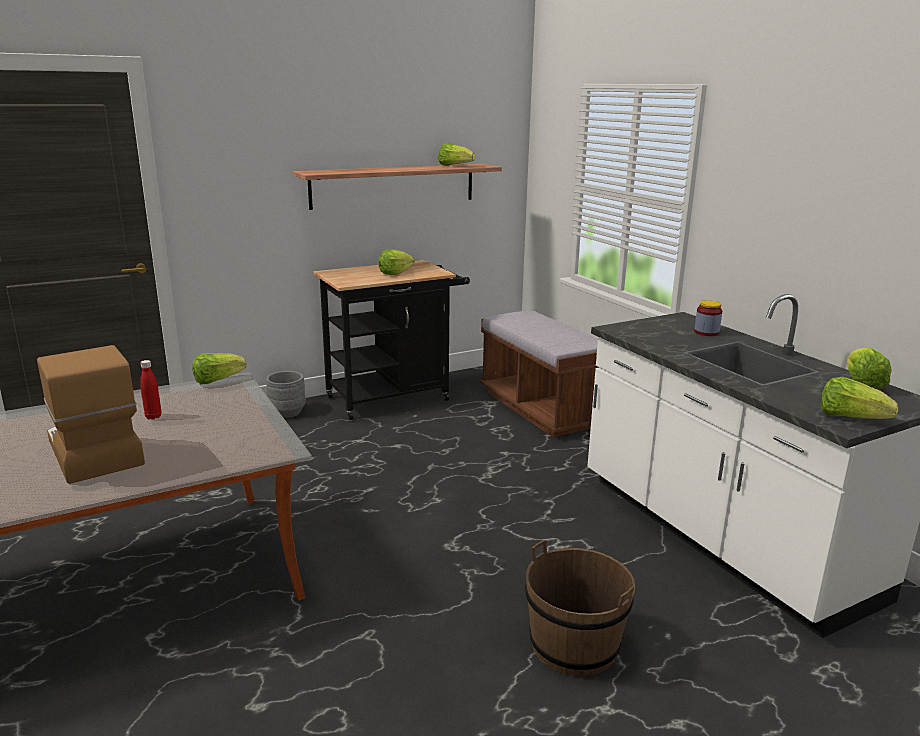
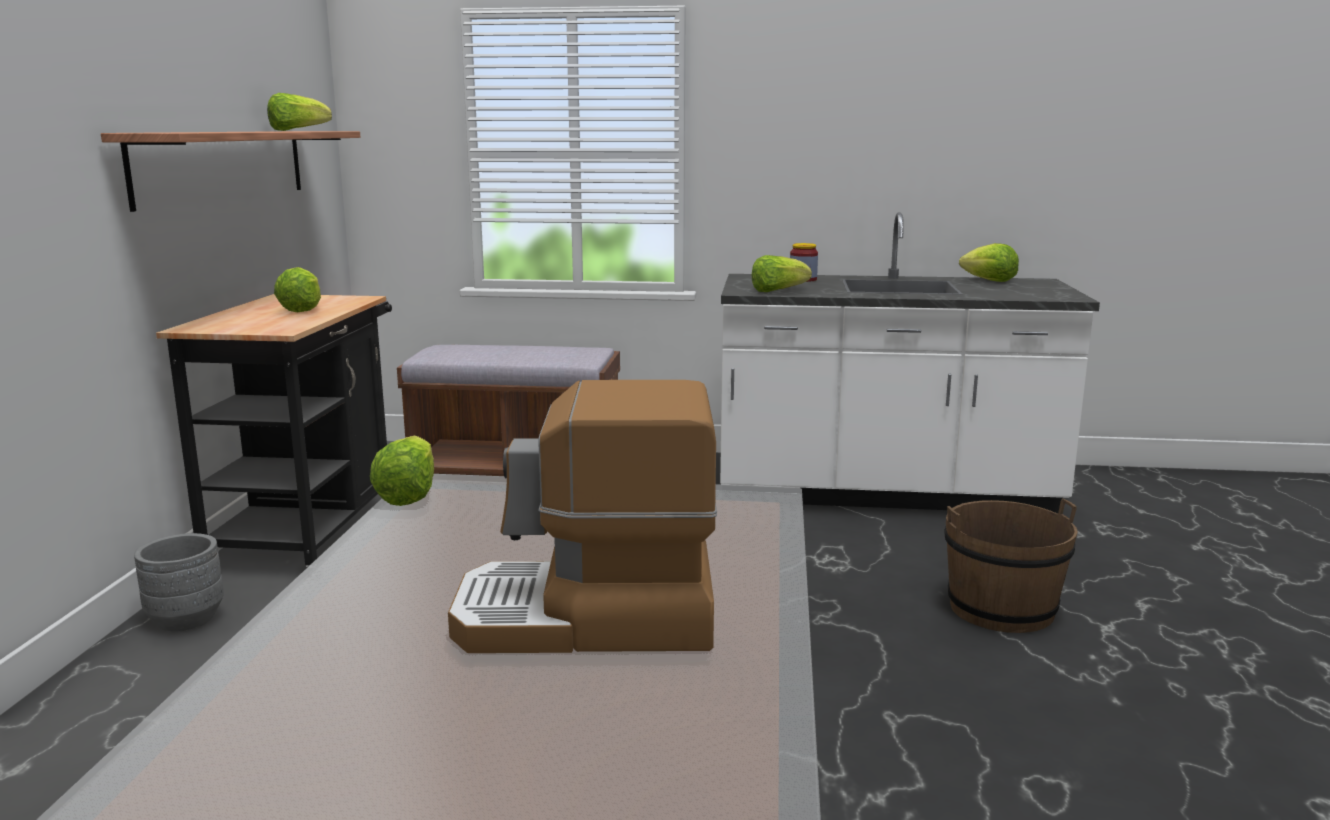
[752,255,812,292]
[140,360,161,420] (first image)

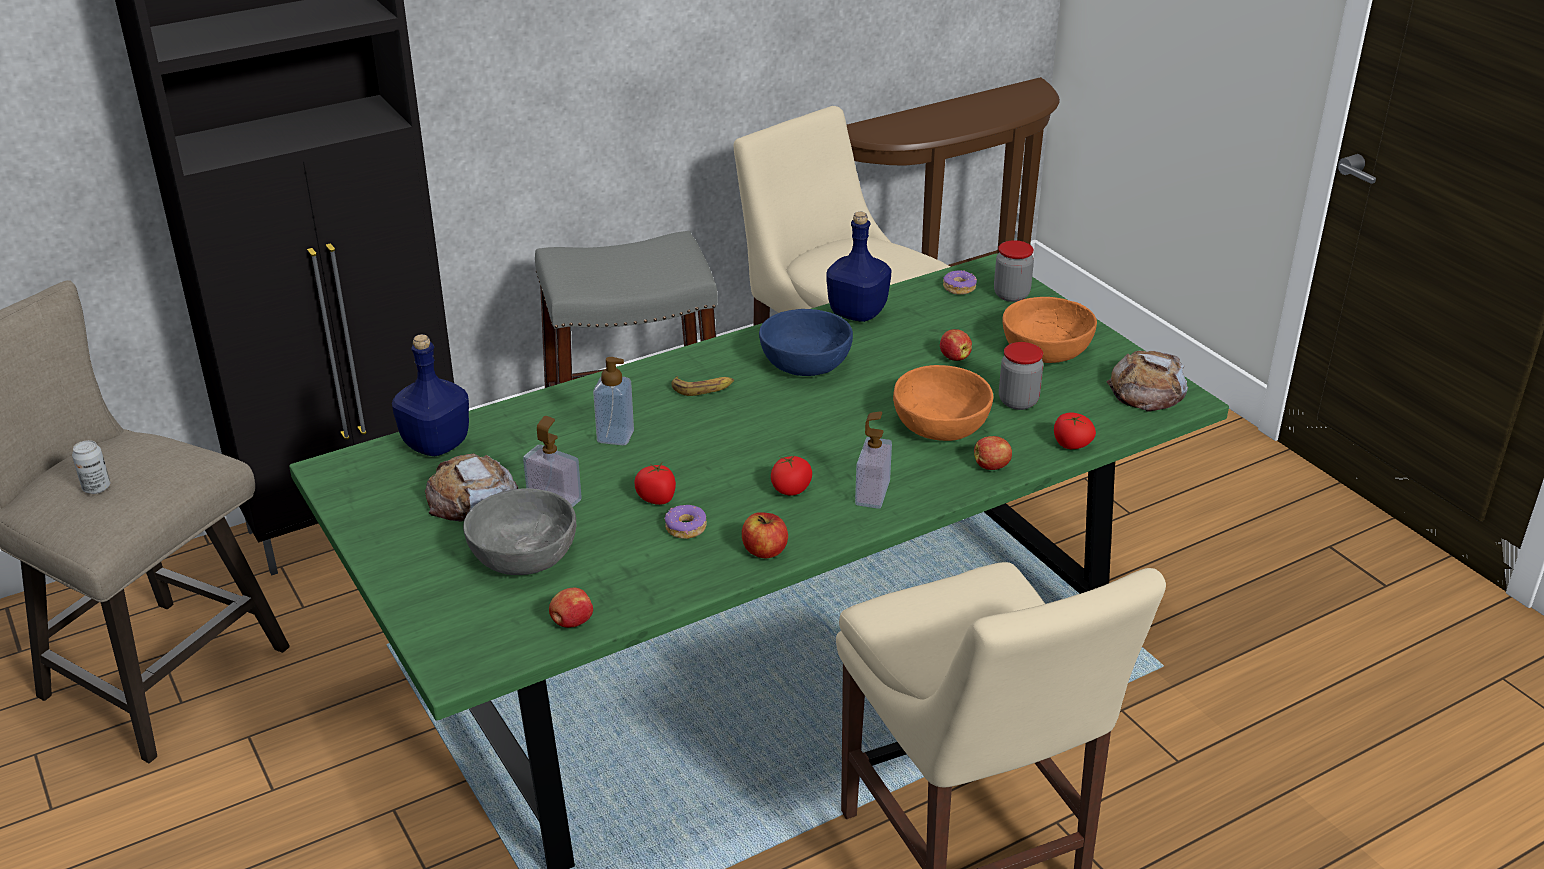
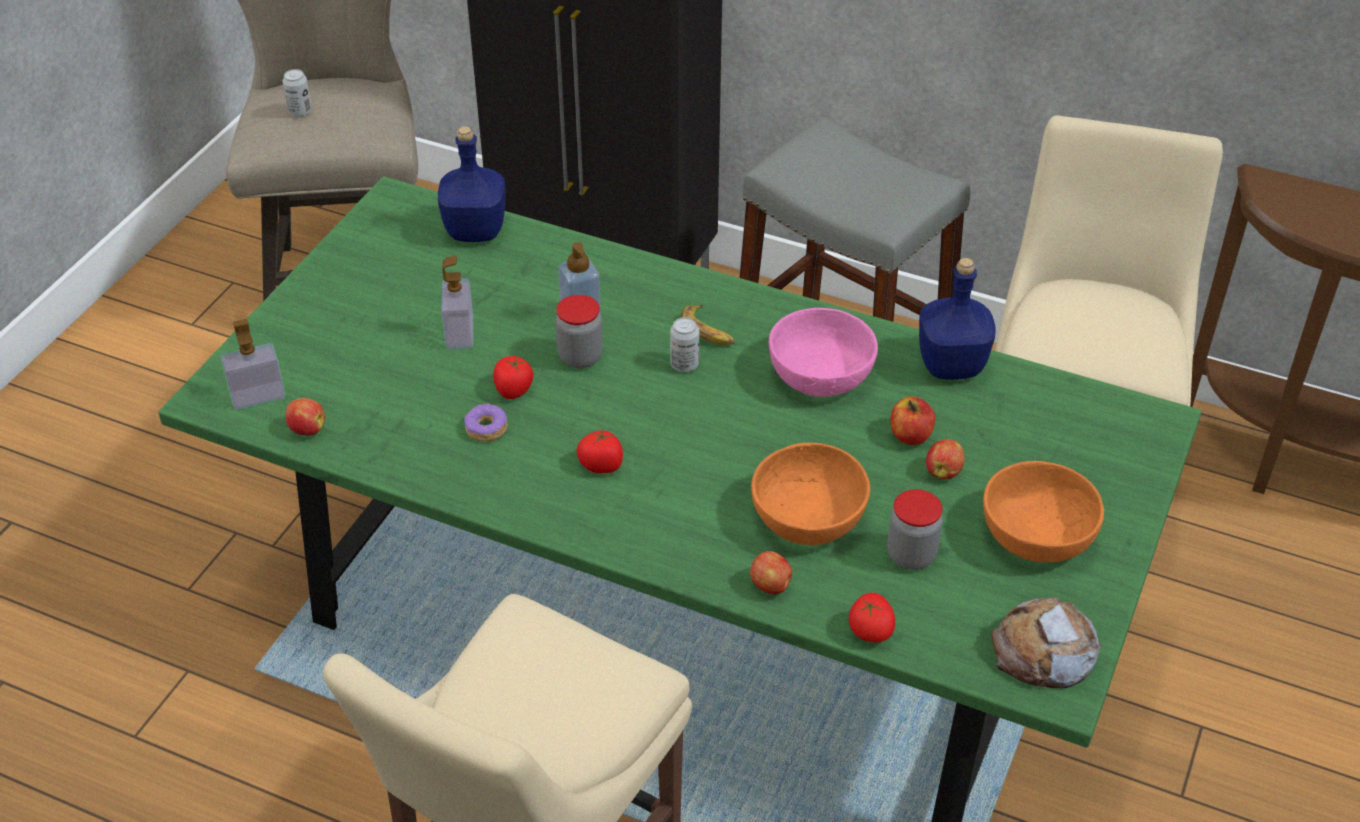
[221,319,285,410]
[555,295,603,368]
[670,317,699,372]
[769,308,878,397]
[891,396,935,445]
[425,453,518,521] (first image)
[463,488,576,575] (first image)
[943,270,977,295] (first image)

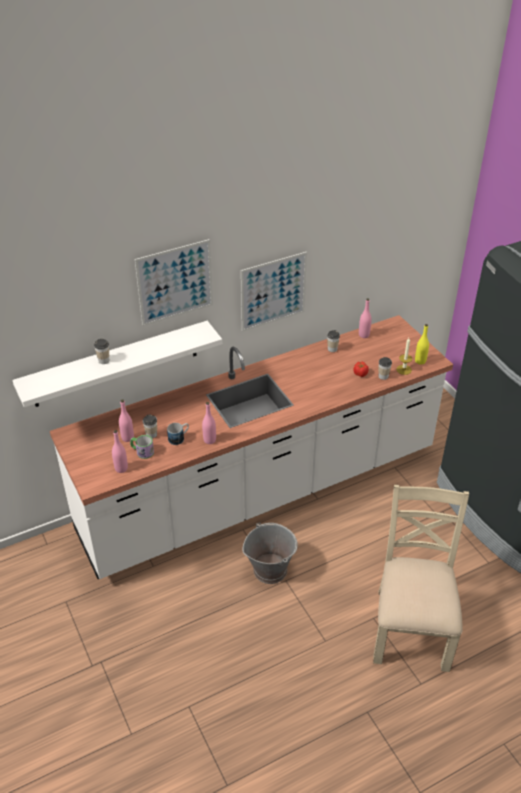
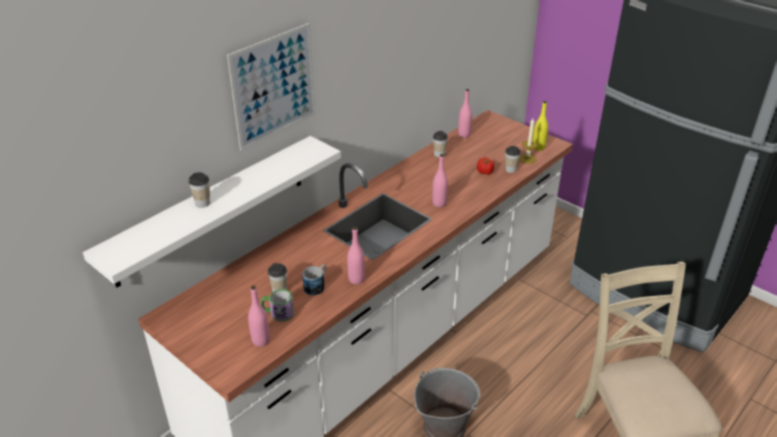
[432,154,448,207]
[241,252,307,332] (first image)

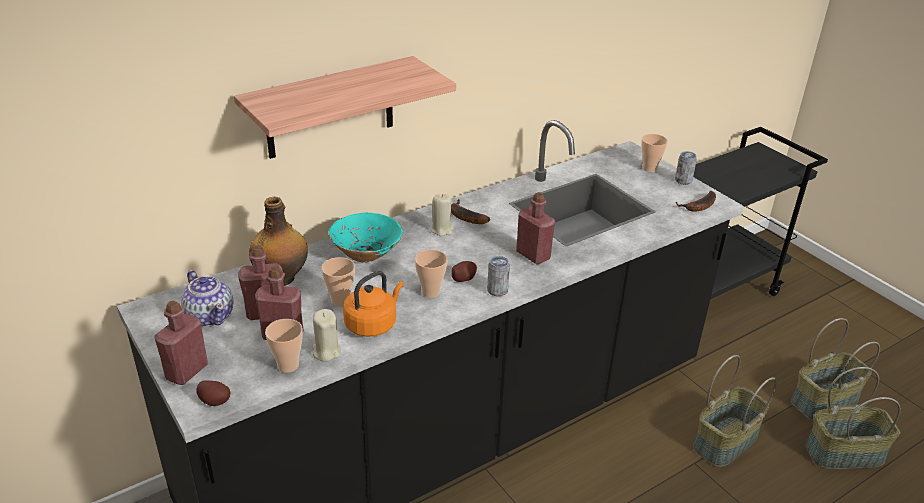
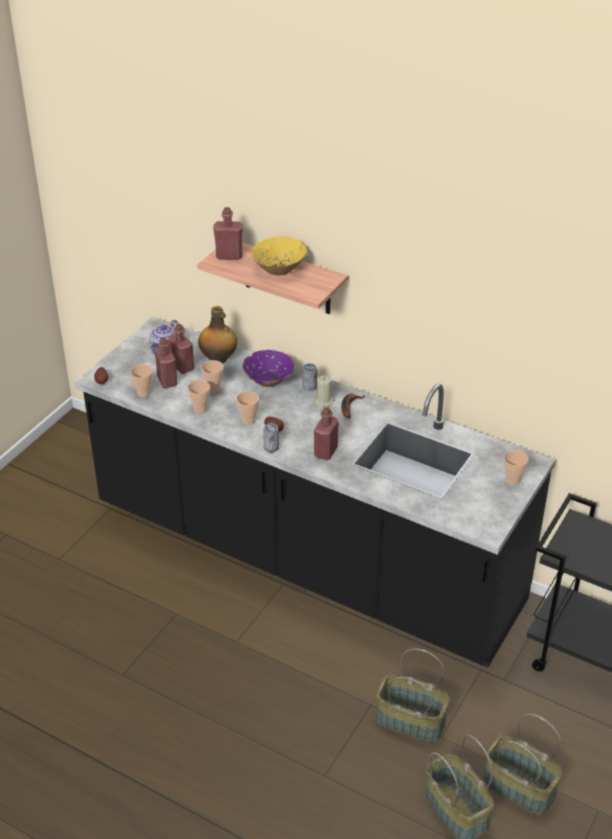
[187,380,210,414]
[213,207,243,260]
[242,350,294,387]
[252,237,308,275]
[303,363,317,391]
[312,309,341,362] (first image)
[676,191,716,212] (first image)

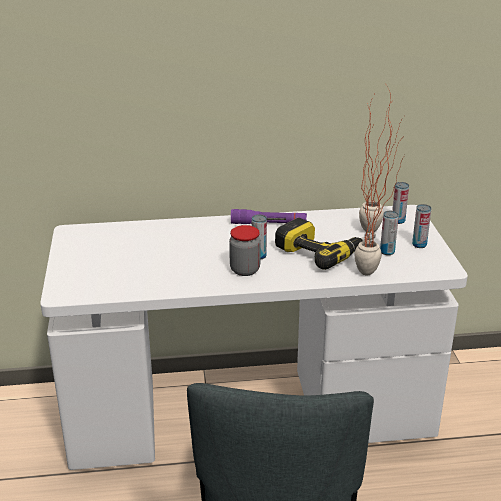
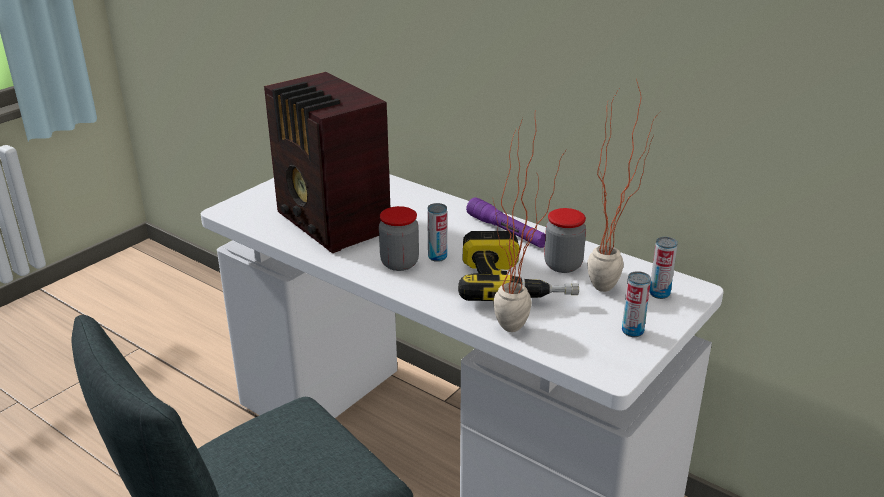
[264,72,390,253]
[544,208,586,273]
[380,211,399,255] (first image)

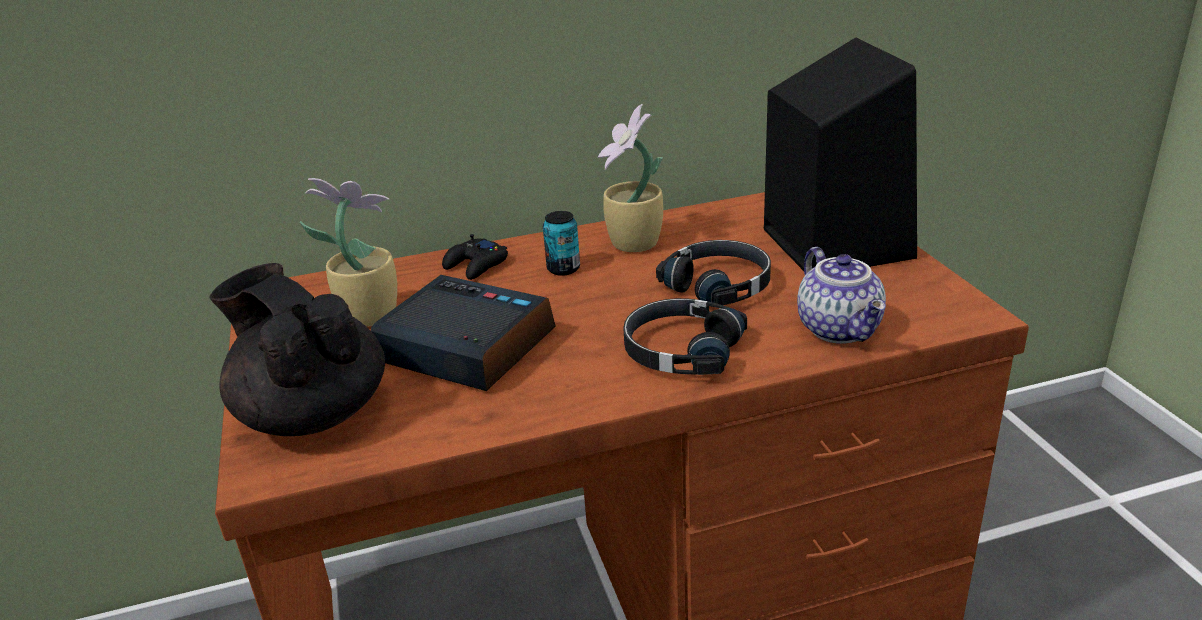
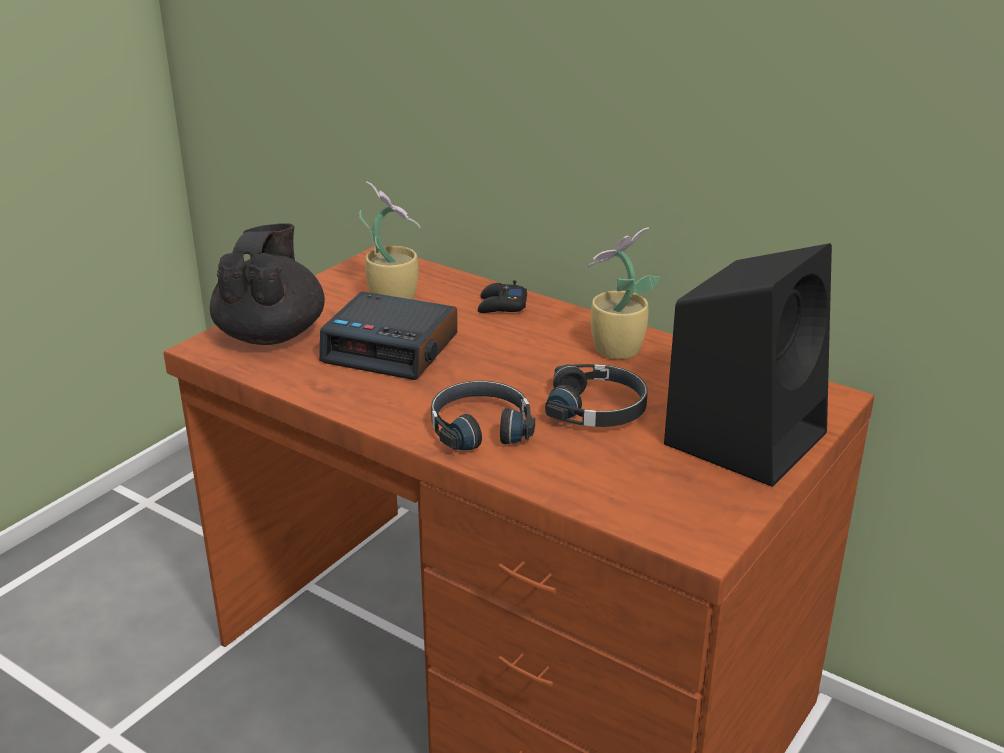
[319,291,457,380]
[543,211,580,276] (first image)
[797,247,886,344] (first image)

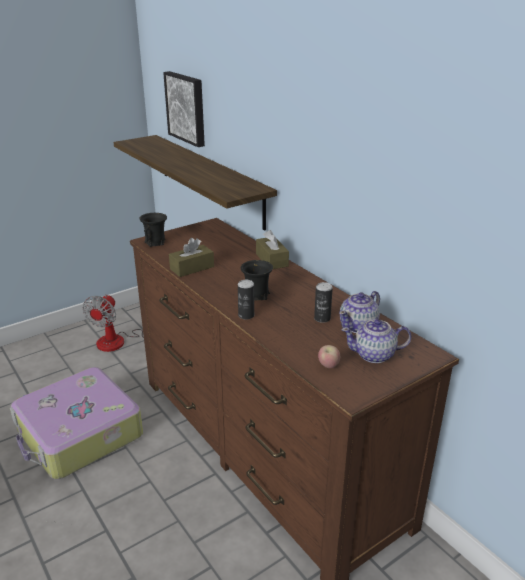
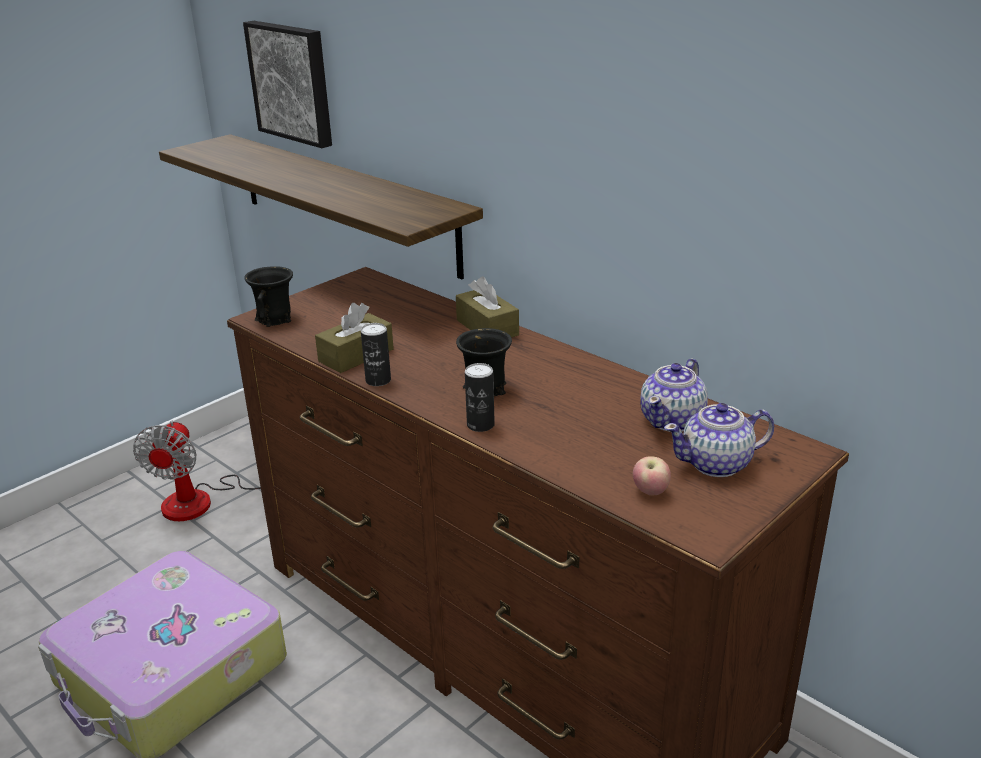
[361,323,391,386]

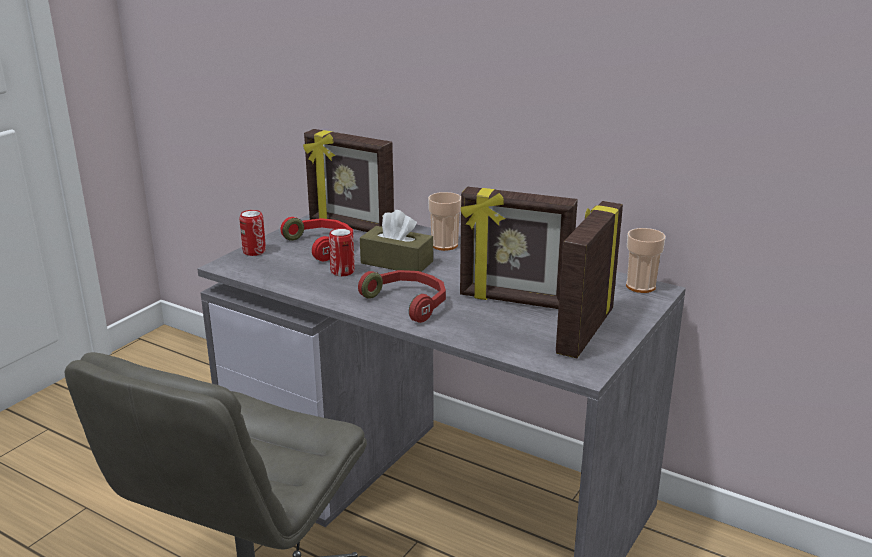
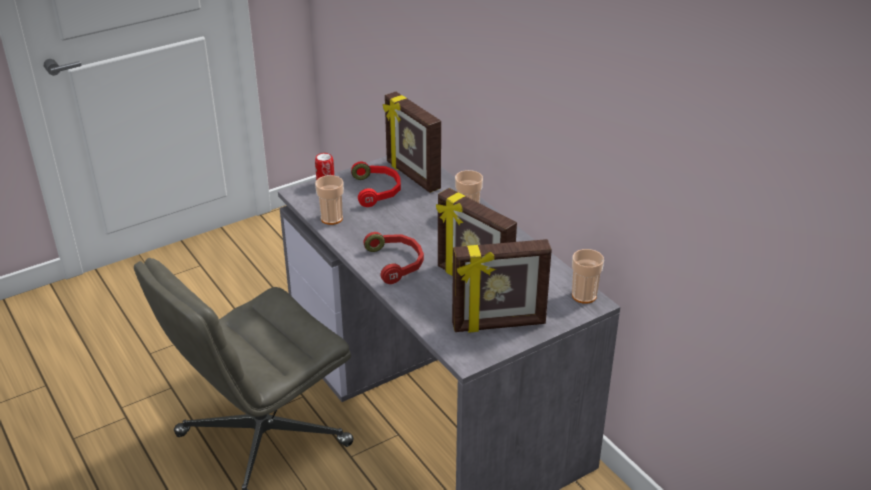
[315,175,344,225]
[452,239,552,333]
[329,228,355,276] (first image)
[360,210,433,272] (first image)

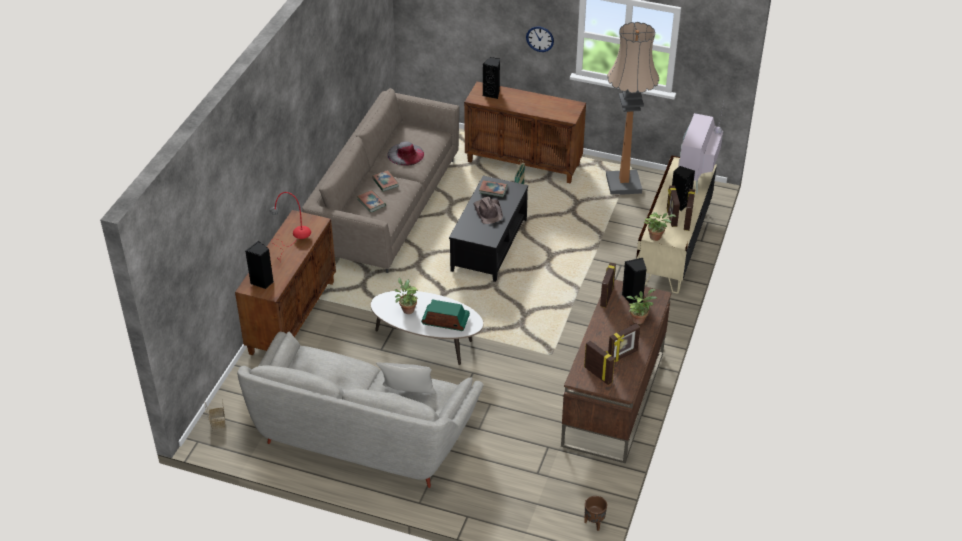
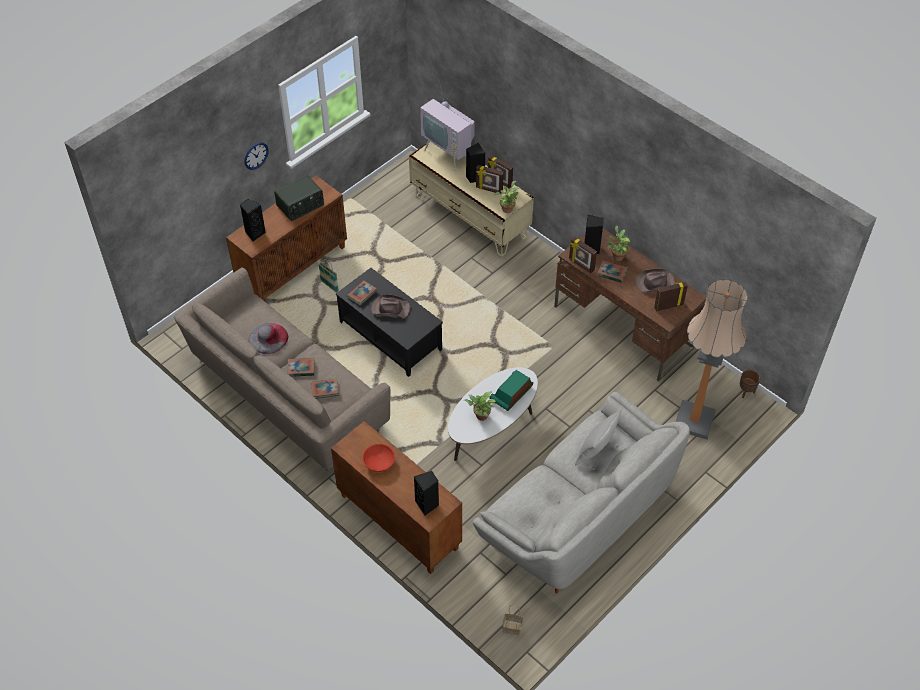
[274,175,324,221]
[362,444,395,472]
[597,260,627,283]
[636,269,675,292]
[676,279,748,439]

